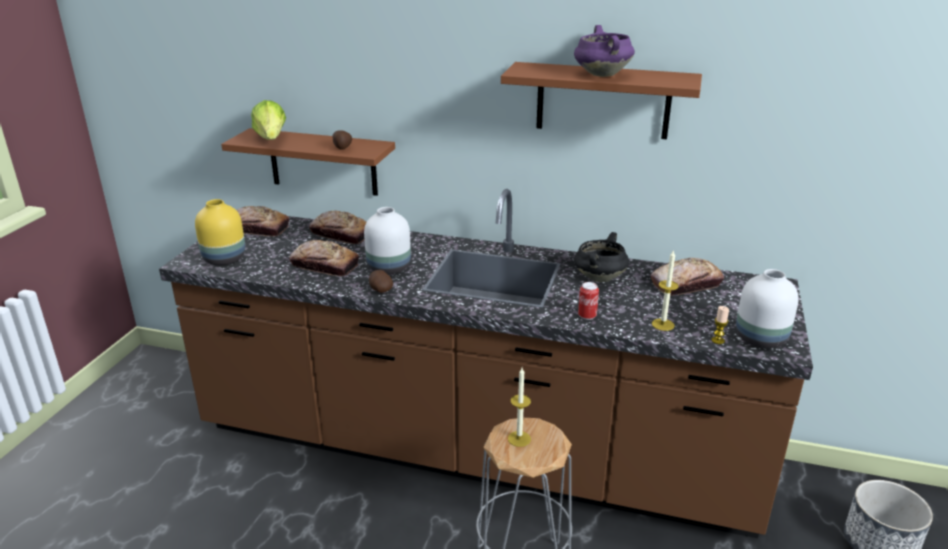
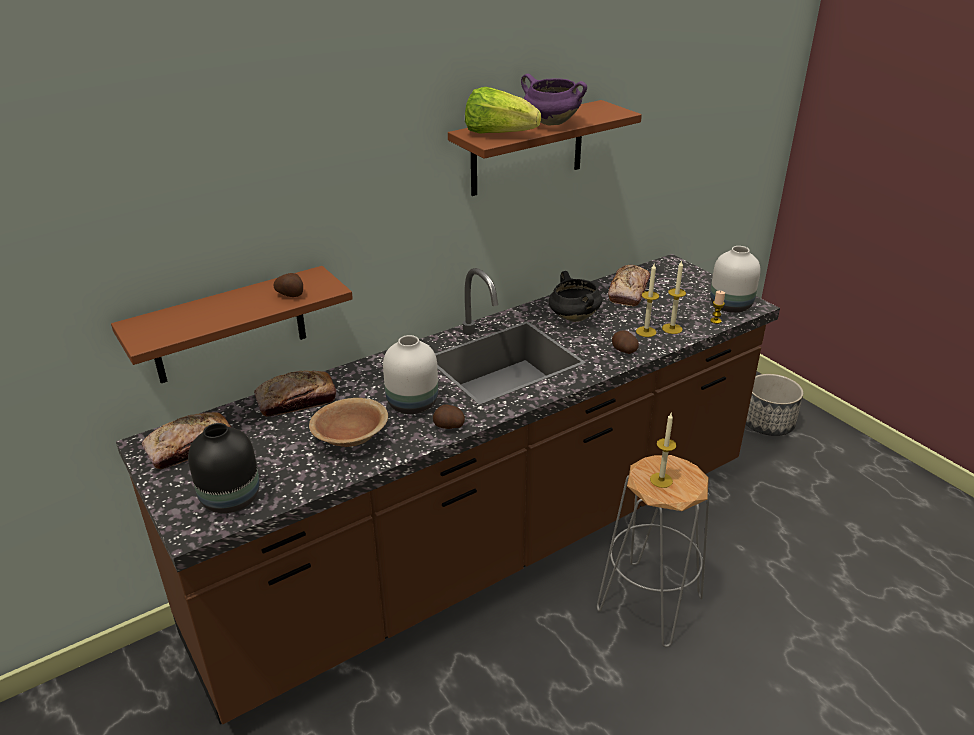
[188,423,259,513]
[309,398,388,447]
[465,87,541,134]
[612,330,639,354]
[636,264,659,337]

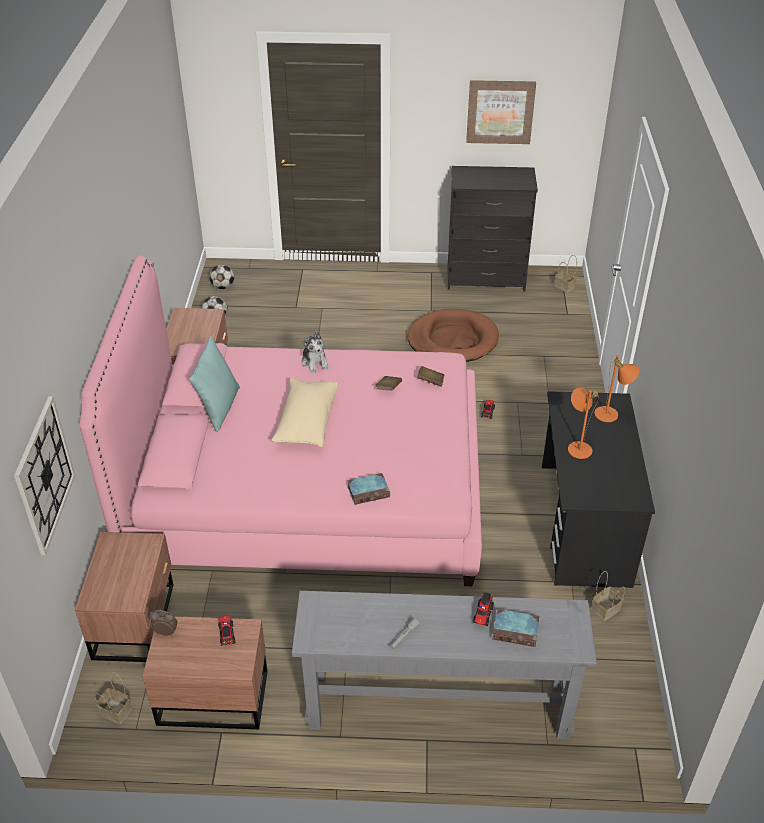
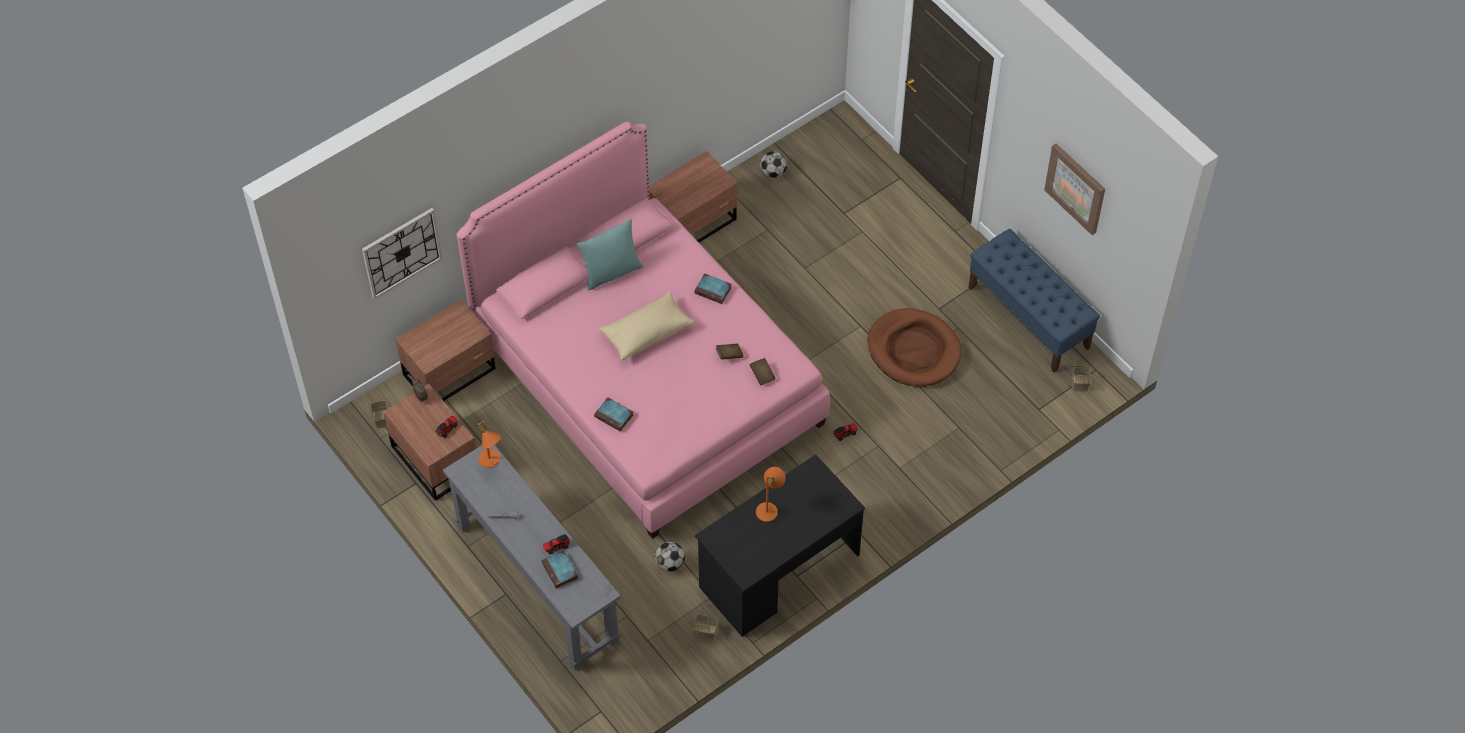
[476,421,501,468]
[655,542,685,572]
[695,273,732,304]
[968,229,1100,373]

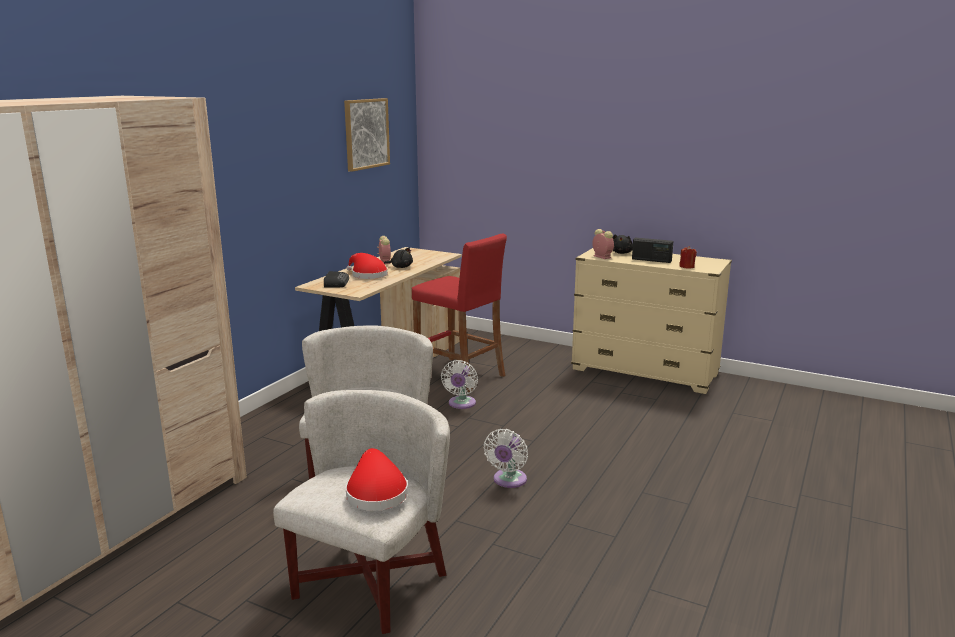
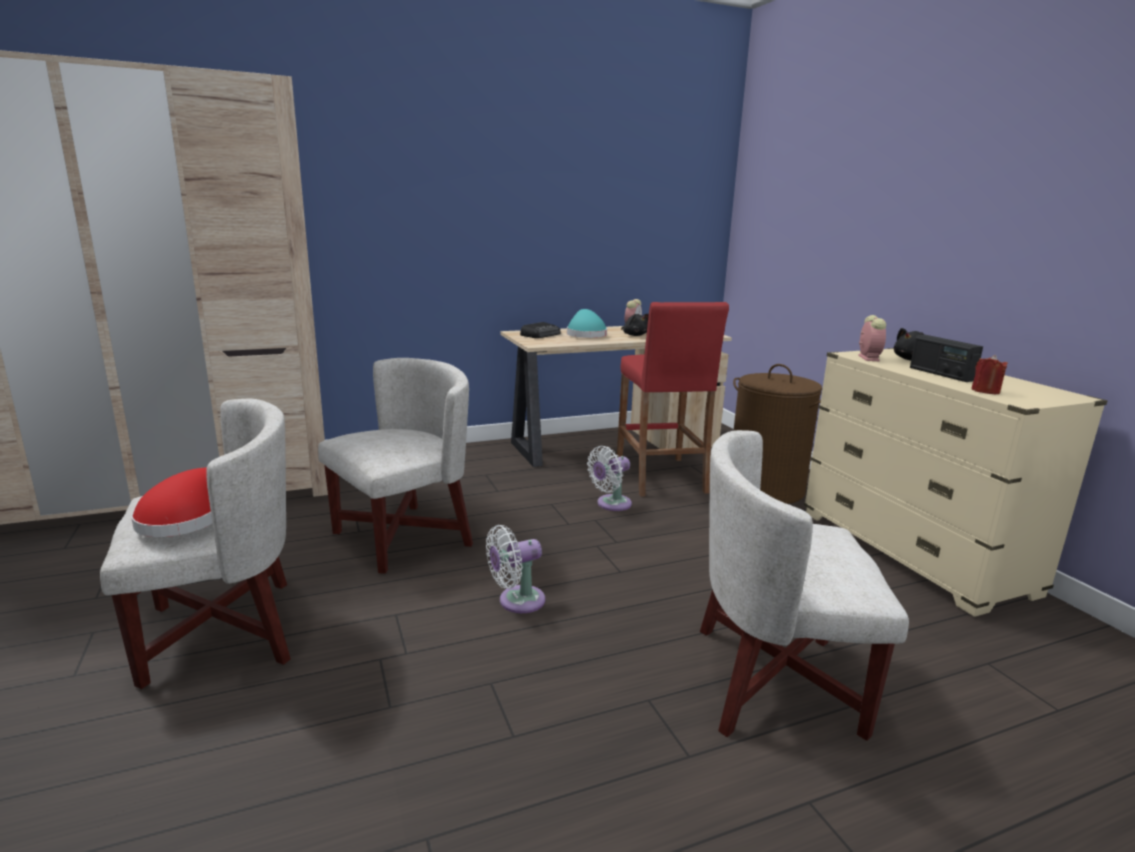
[567,309,607,338]
[700,430,909,741]
[733,364,822,504]
[344,98,390,172] (first image)

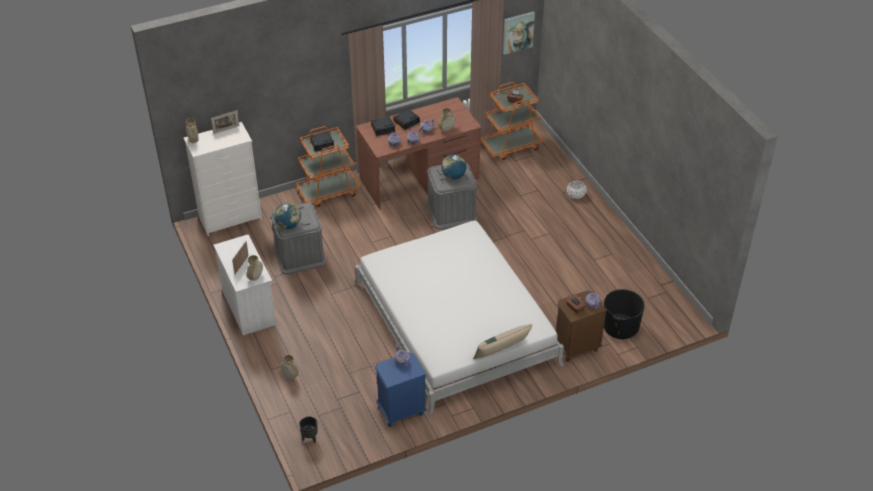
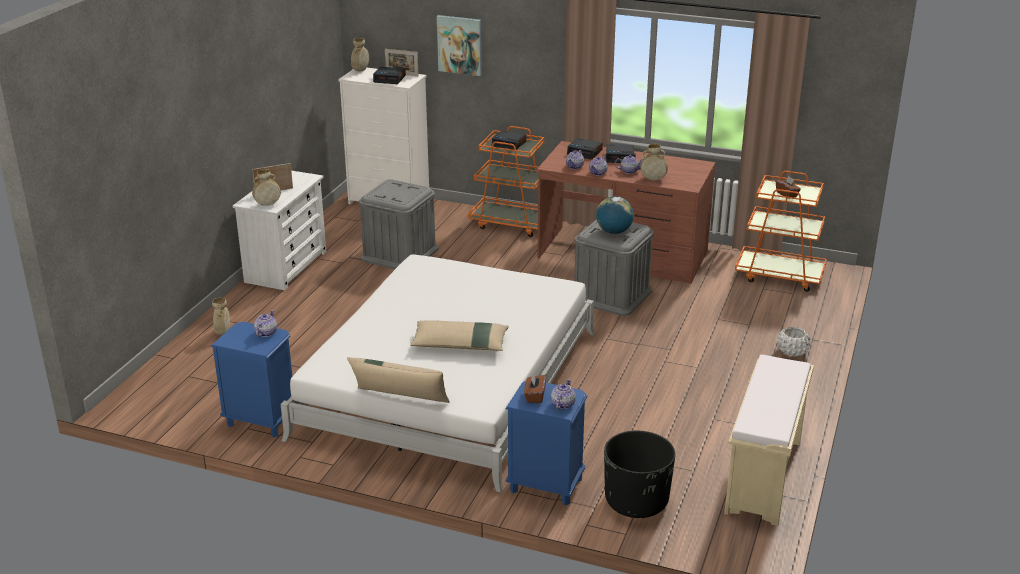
[373,67,406,84]
[410,320,509,351]
[437,15,482,76]
[506,381,588,505]
[724,354,814,526]
[275,203,301,229] (first image)
[299,417,318,443] (first image)

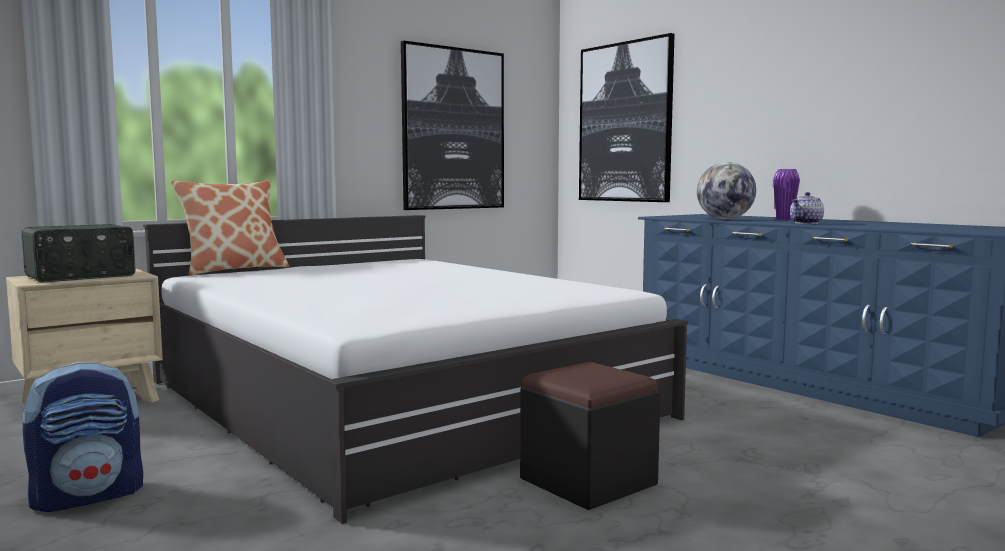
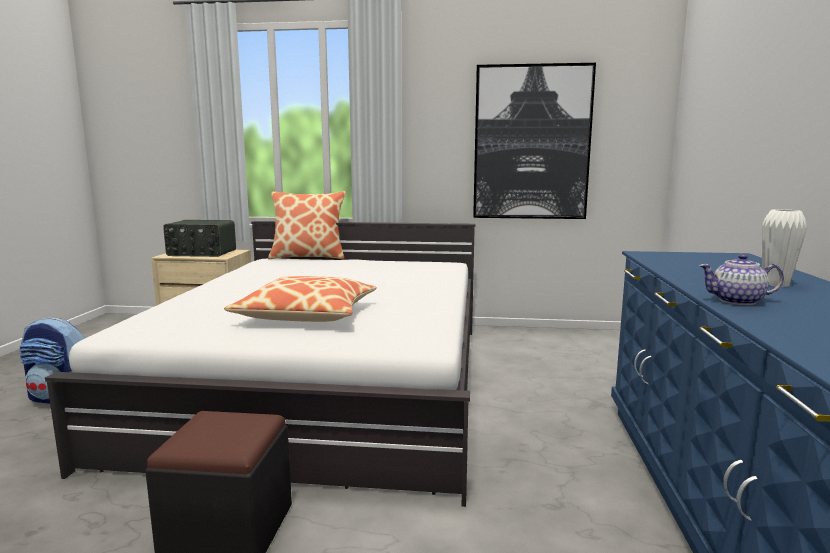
[224,276,377,322]
[761,209,807,287]
[579,33,675,202] (first image)
[697,162,756,220] (first image)

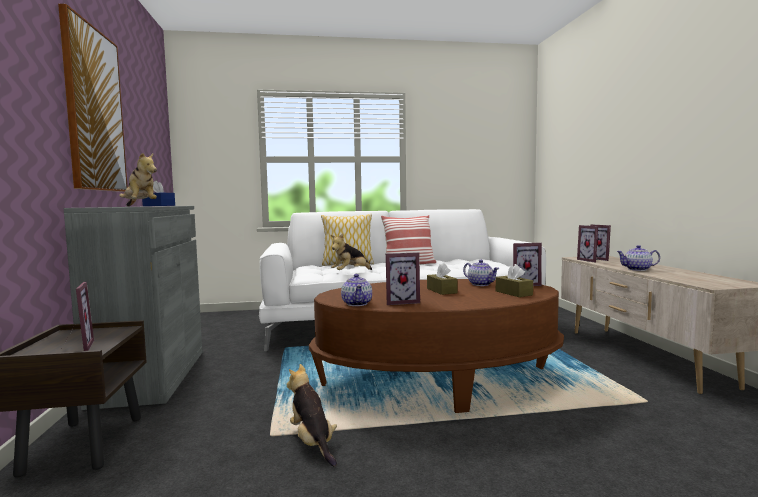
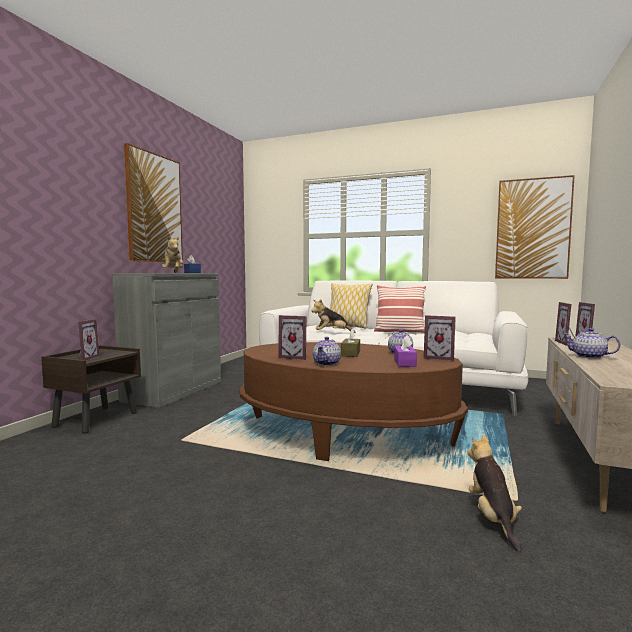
[313,337,341,366]
[394,335,417,367]
[467,435,522,552]
[495,175,575,279]

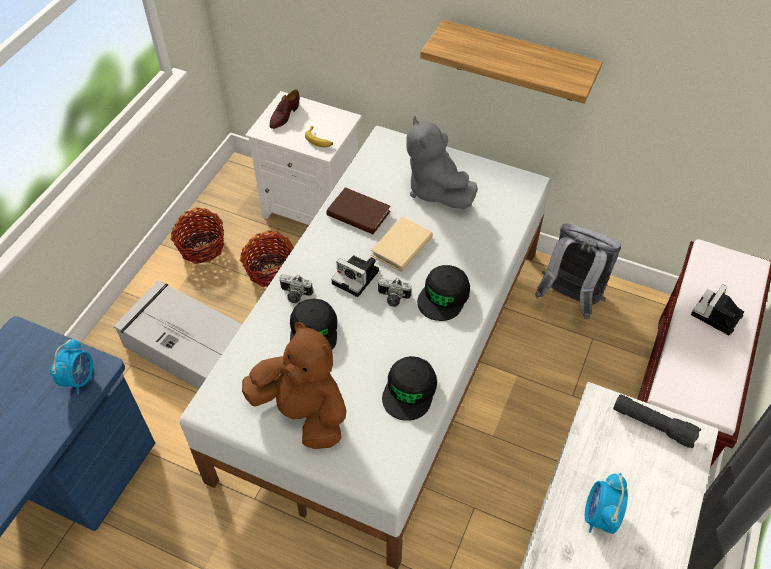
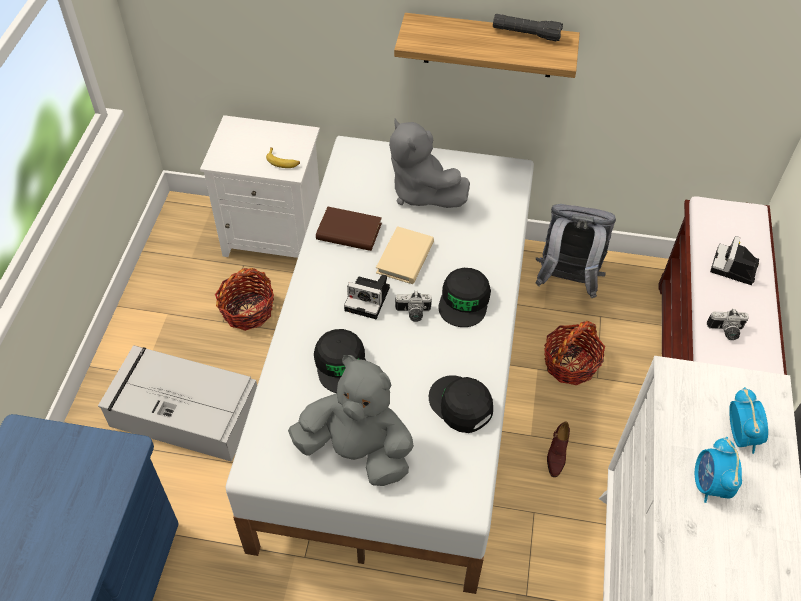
[288,355,414,486]
[429,375,493,433]
[493,14,563,41]
[544,321,605,385]
[547,421,570,477]
[707,309,749,340]
[729,387,768,454]

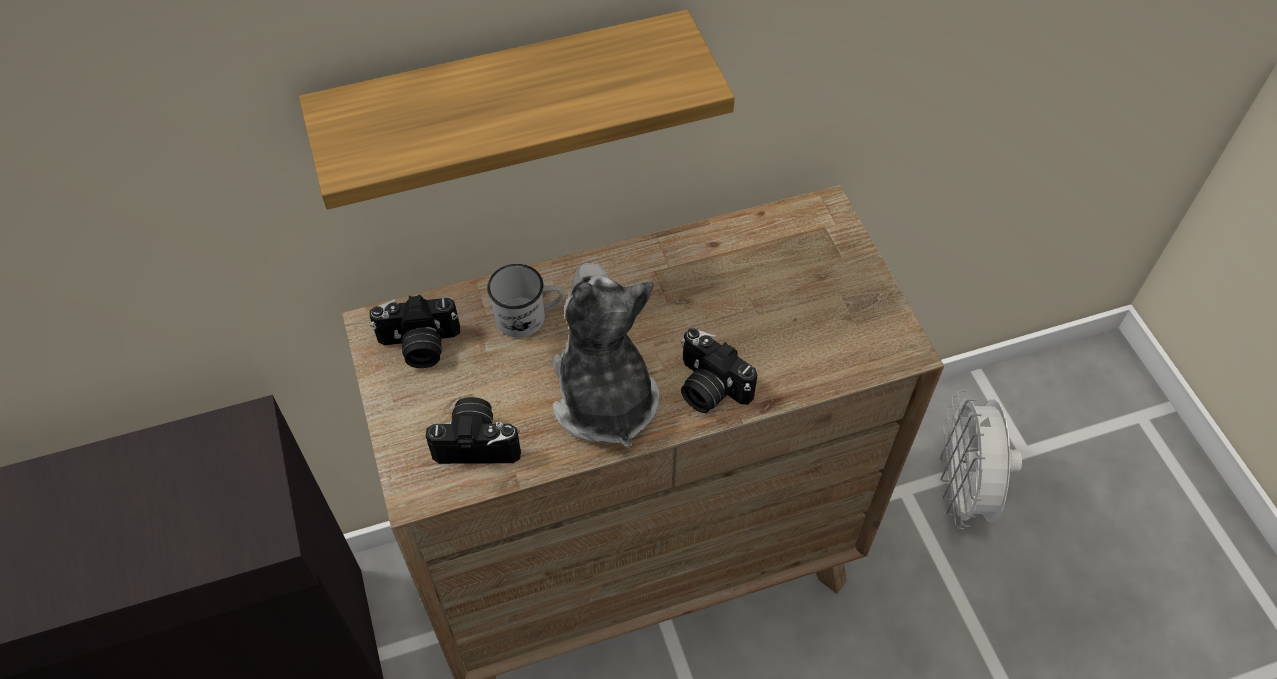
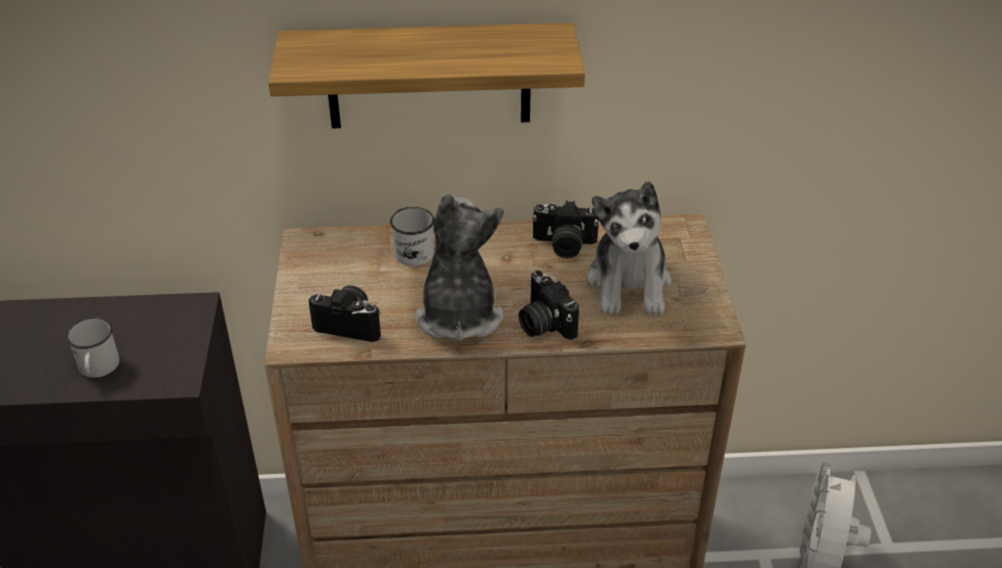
[66,317,120,378]
[532,200,599,258]
[586,181,672,315]

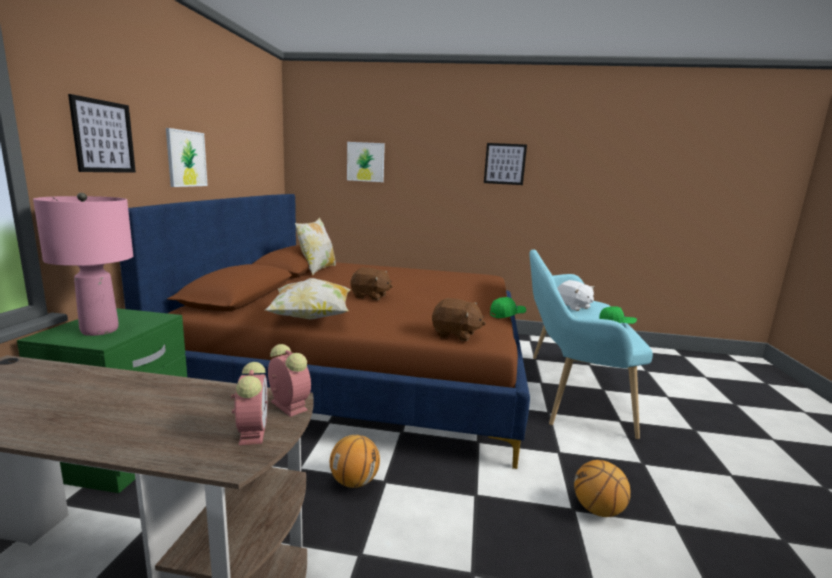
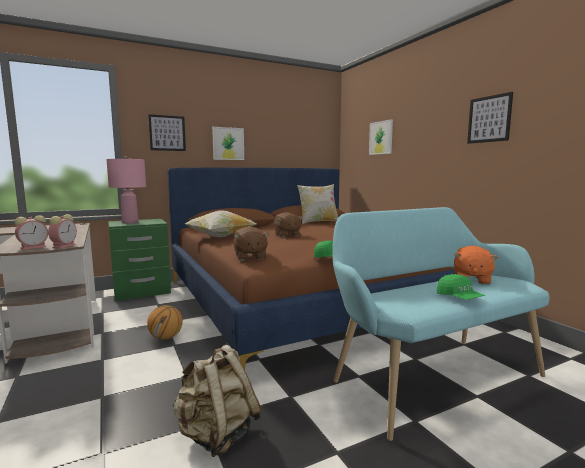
[173,345,262,457]
[454,246,498,284]

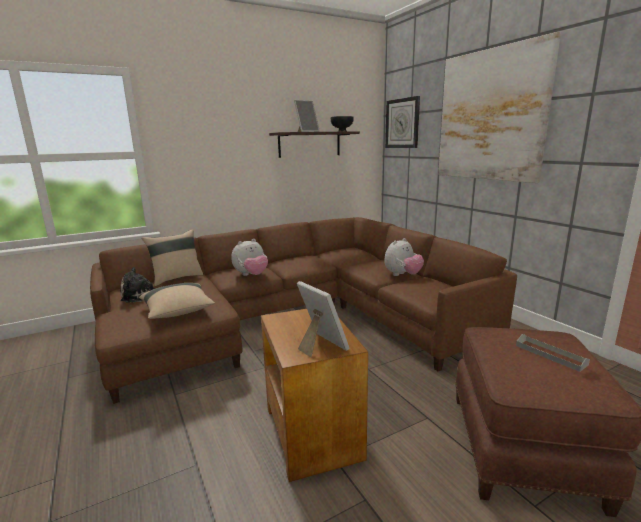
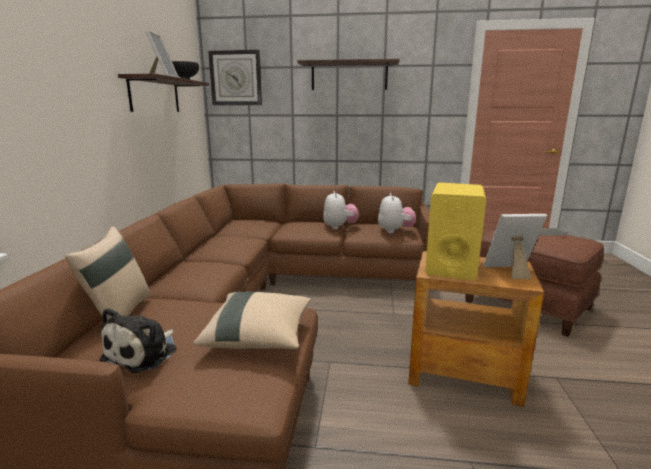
[297,59,400,90]
[378,193,416,233]
[425,182,487,280]

